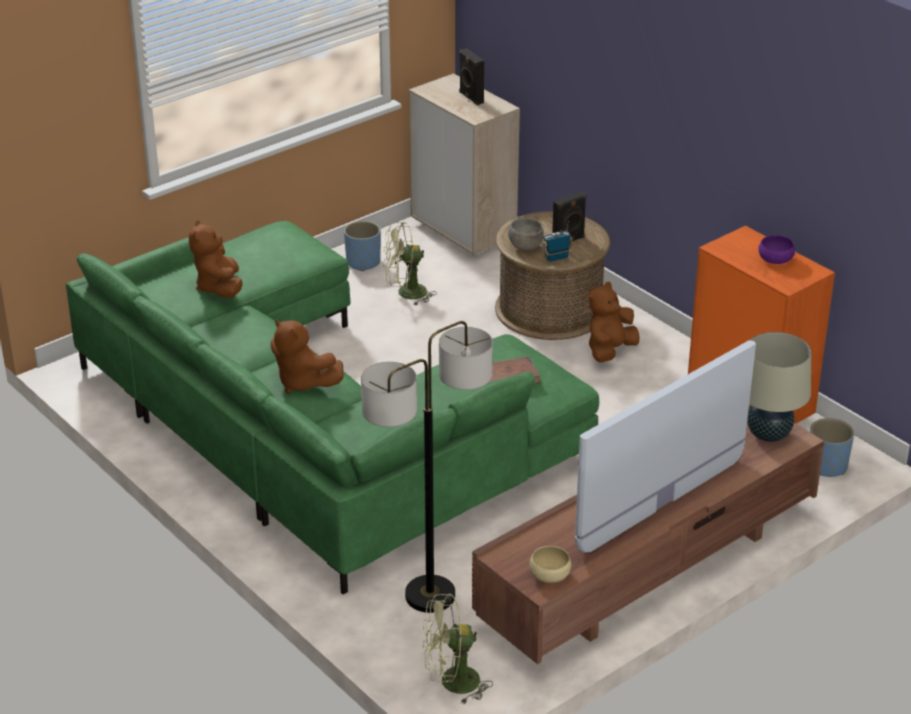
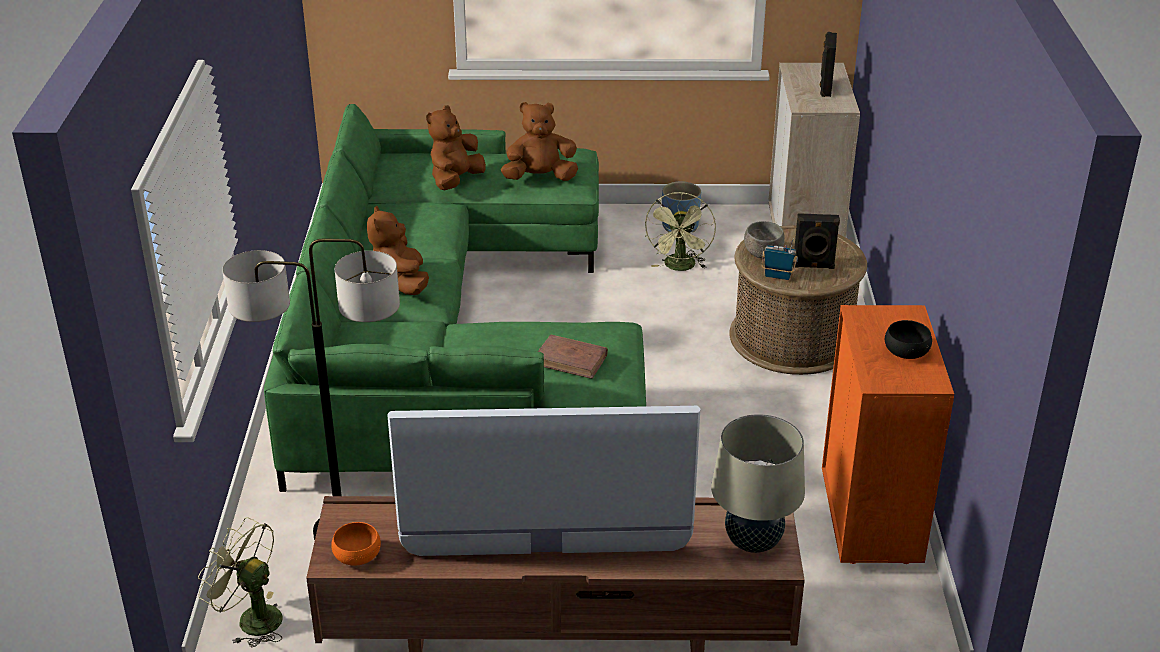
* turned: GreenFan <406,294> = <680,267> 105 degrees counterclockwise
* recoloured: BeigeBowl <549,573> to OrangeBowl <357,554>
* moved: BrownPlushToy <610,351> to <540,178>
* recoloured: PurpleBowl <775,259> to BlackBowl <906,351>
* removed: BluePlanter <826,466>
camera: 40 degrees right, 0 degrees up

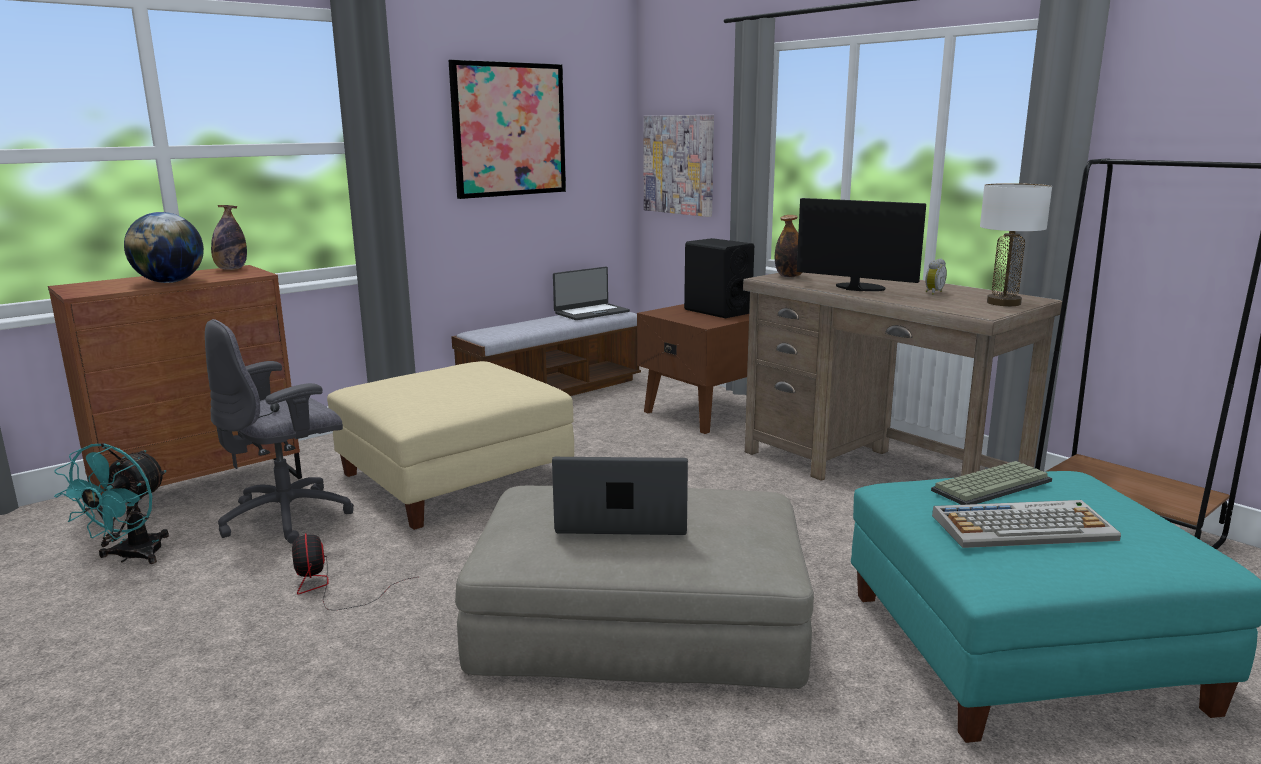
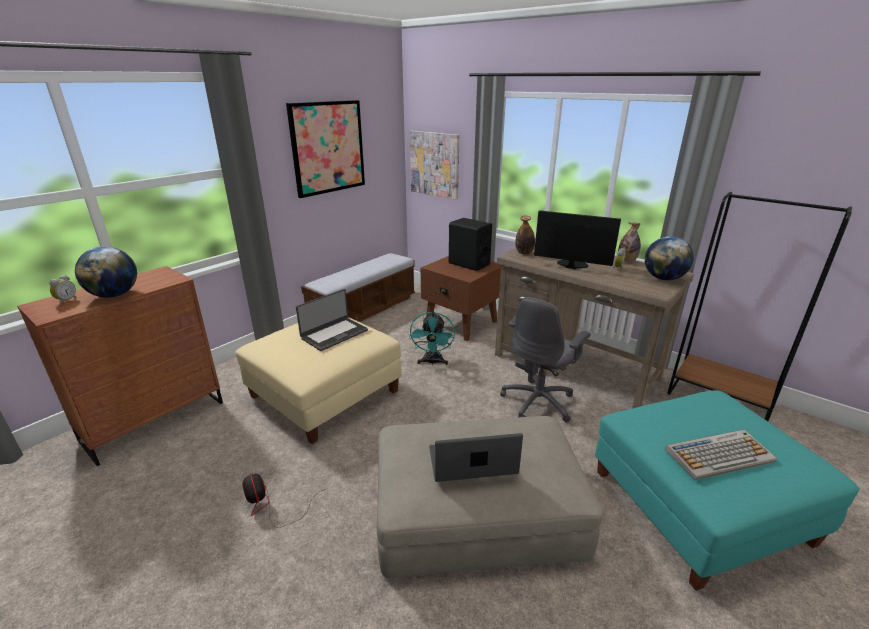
* moved: TurquoiseFan <131,557> to <432,362>
* moved: GreyOfficeChair <289,517> to <538,402>
* moved: Bottle <231,269> to <626,261>
* moved: Laptop <591,312> to <334,334>
* removed: Keyboard <991,485>
* replaced: TableLamp <1004,303> to Globe <663,278>
* added: AlarmClock <66,301>
camera: 10 degrees left, 10 degrees up

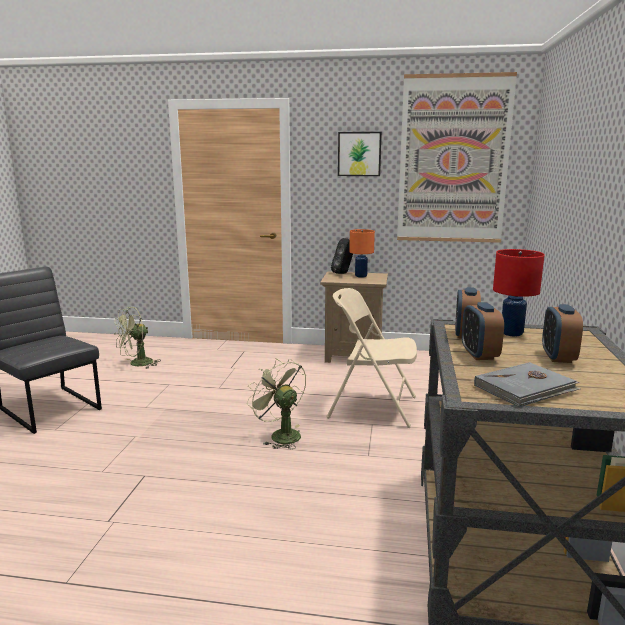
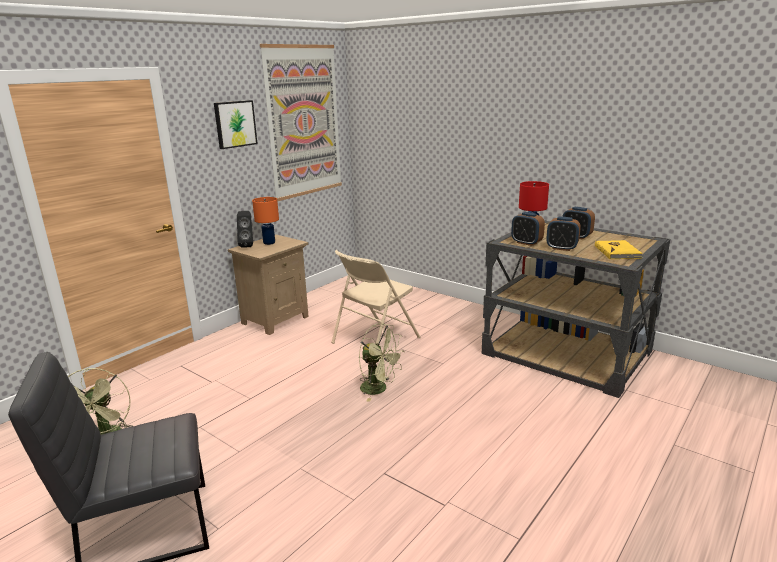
* turned: GreenFan <280,435> = <379,389> 135 degrees counterclockwise
* recoloured: GreyBook <526,388> to YellowBook <618,252>
camera: 60 degrees left, 5 degrees up

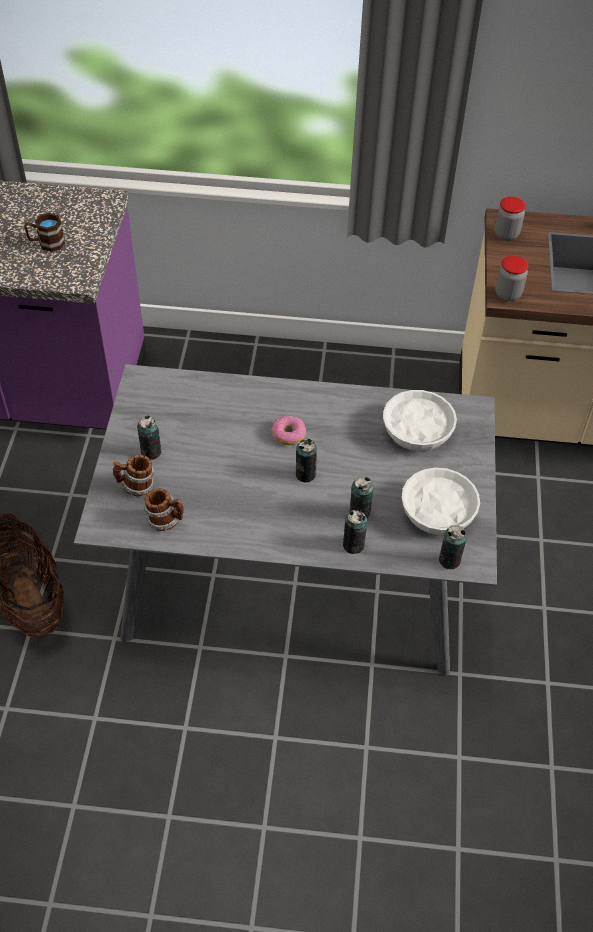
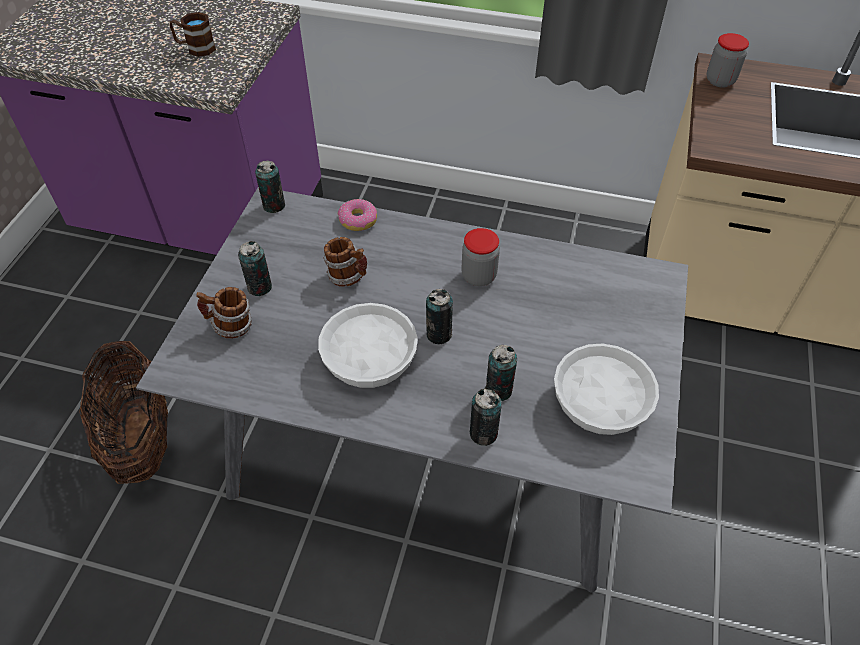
* moved: Mug <166,521> to <348,277>
* moved: Donut <288,435> to <358,220>
* moved: WhiteBowl <417,432> to <369,360>
* moved: Can <449,560> to <274,205>
* moved: Jar <508,294> to <478,276>
camera: 10 degrees right, 0 degrees up

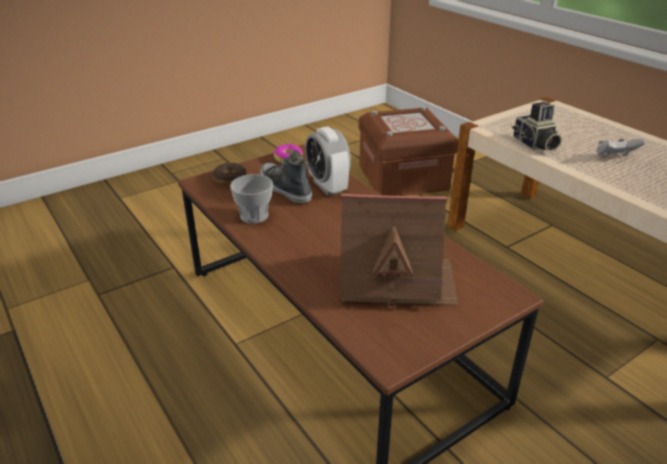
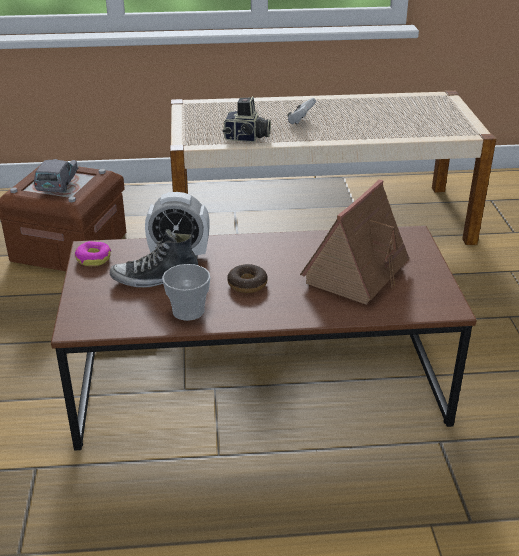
* moved: Donut <230,179> to <247,284>
* added: GreyToyCar <58,185>
camera: 60 degrees left, 0 degrees up

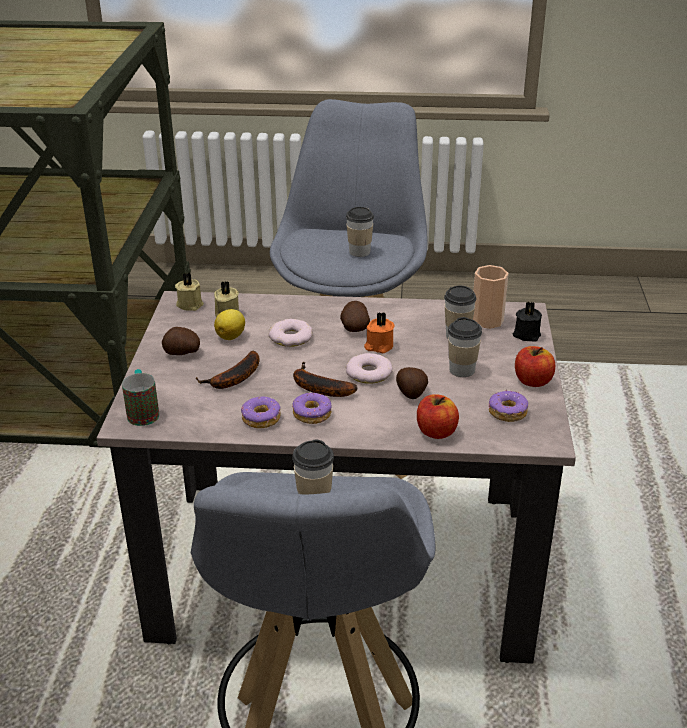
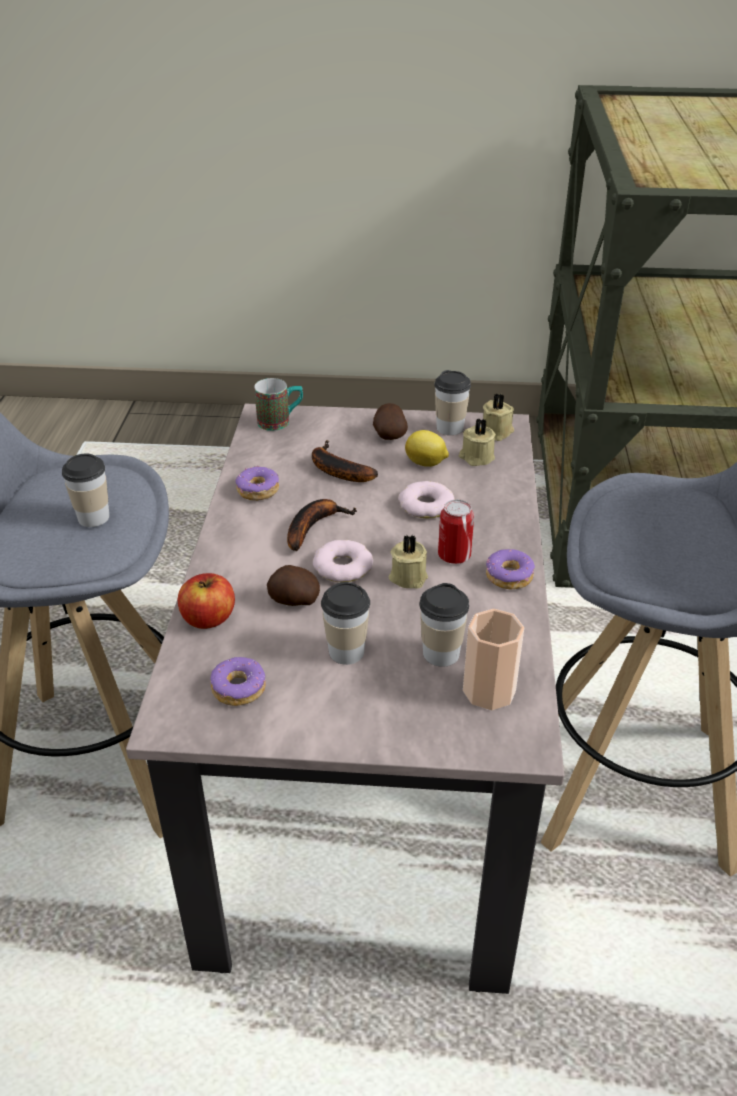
* moved: Donut <312,414> to <509,576>
* replaced: Potato <354,328> to Can <454,556>
* moved: Cup <359,252> to <450,428>
* recoloured: OrangeCandle <378,346> to BeigeCandle <408,576>
* removed: BlackCandle <526,334>
* removed: Apple <532,381>
camera: 90 degrees right, 5 degrees up

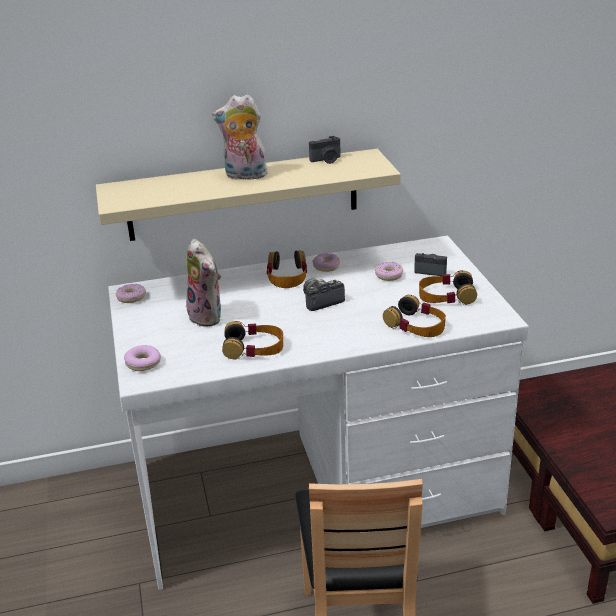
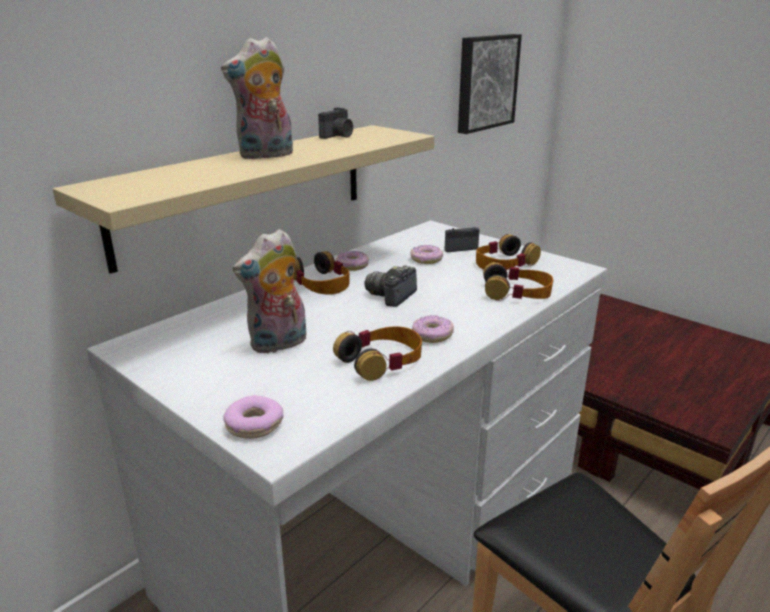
* moved: Donut <131,297> to <432,335>
* turned: PlushToy <208,316> = <278,344> 120 degrees clockwise
* added: Picture <485,82>
camera: 35 degrees left, 5 degrees down

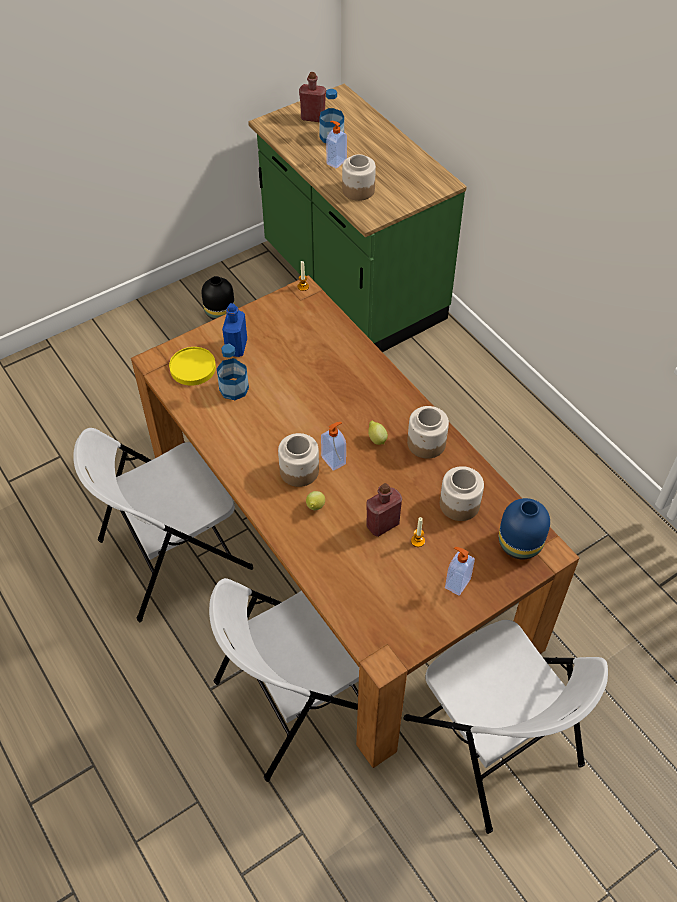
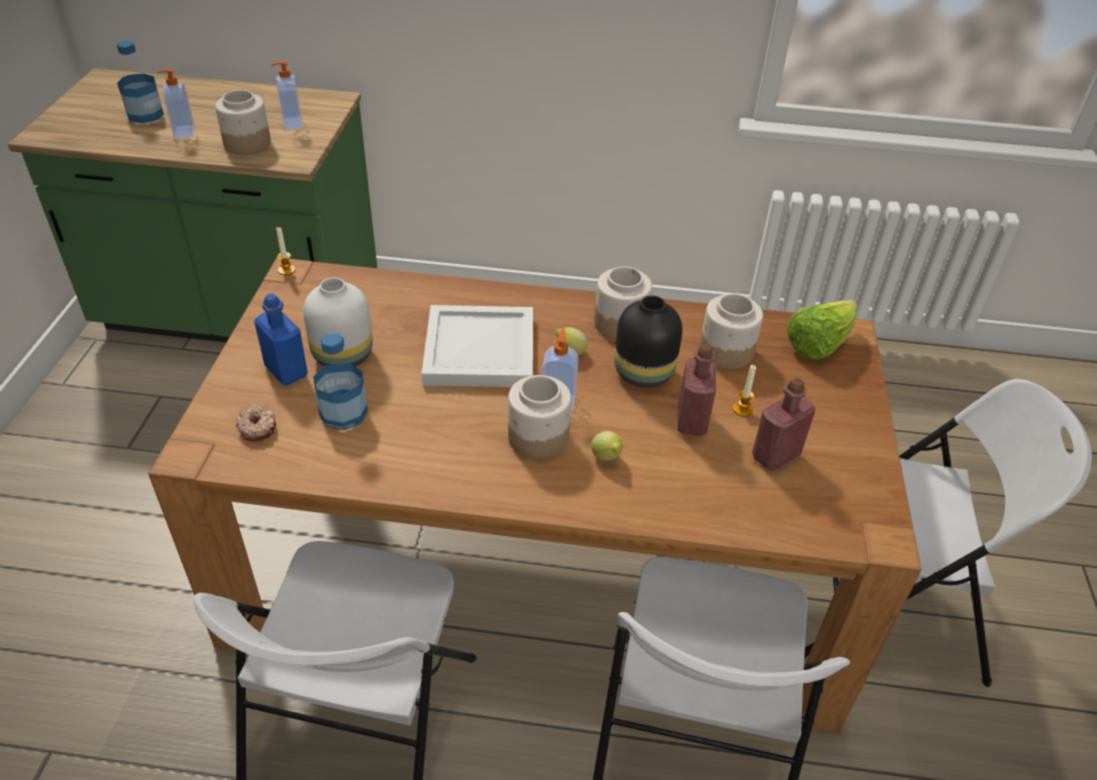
* replaced: YellowPlate <193,368> to Donut <258,427>
* moved: BlackVase <220,313> to <645,373>
* moved: RedBottle <313,118> to <775,455>
* moved: SoapDispenser <456,583> to <291,124>
* replaced: BlueVase <518,543> to Lettuce <818,344>
* added: WhiteVase <341,356>
* added: WhiteTray <481,349>
camera: 50 degrees left, 10 degrees down

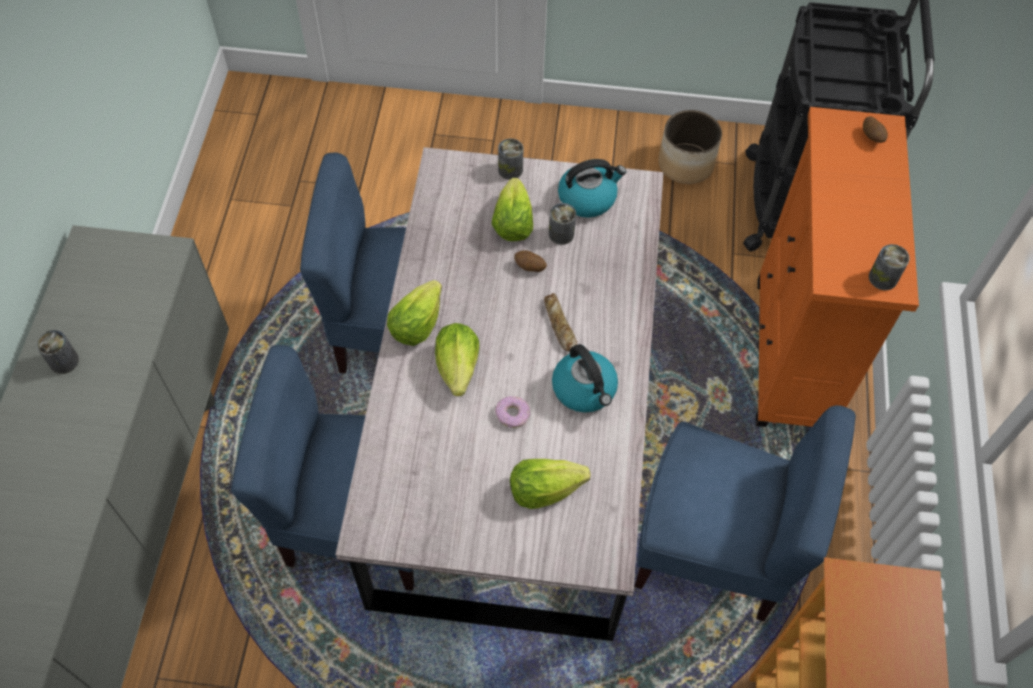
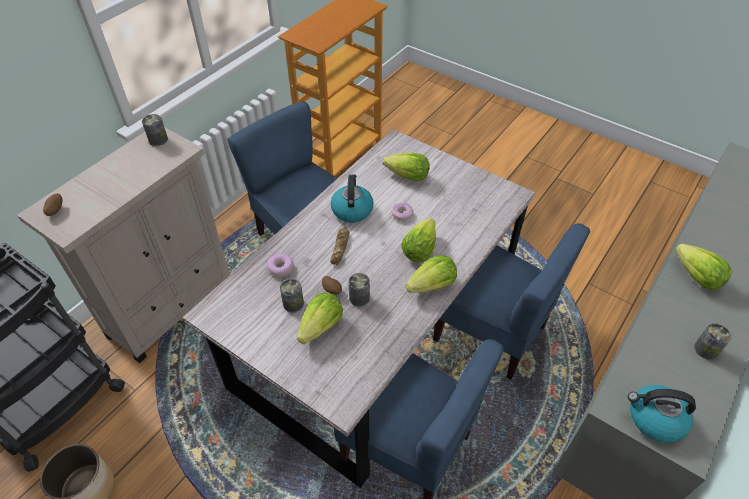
* moved: Can <510,170> to <359,298>
* moved: Kettle <588,198> to <654,419>
* recoloured: OrangeCabinet <794,356> to BeigeCabinet <171,305>
* added: Donut <281,268>
* added: Lettuce <696,277>
camera: 150 degrees left, 10 degrees down

